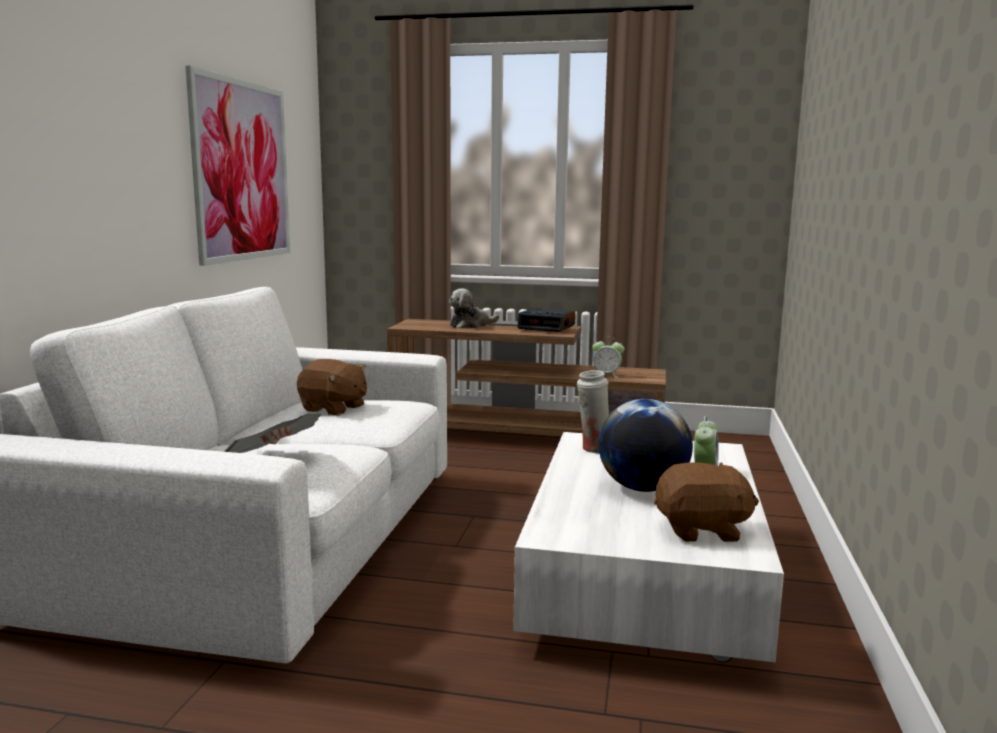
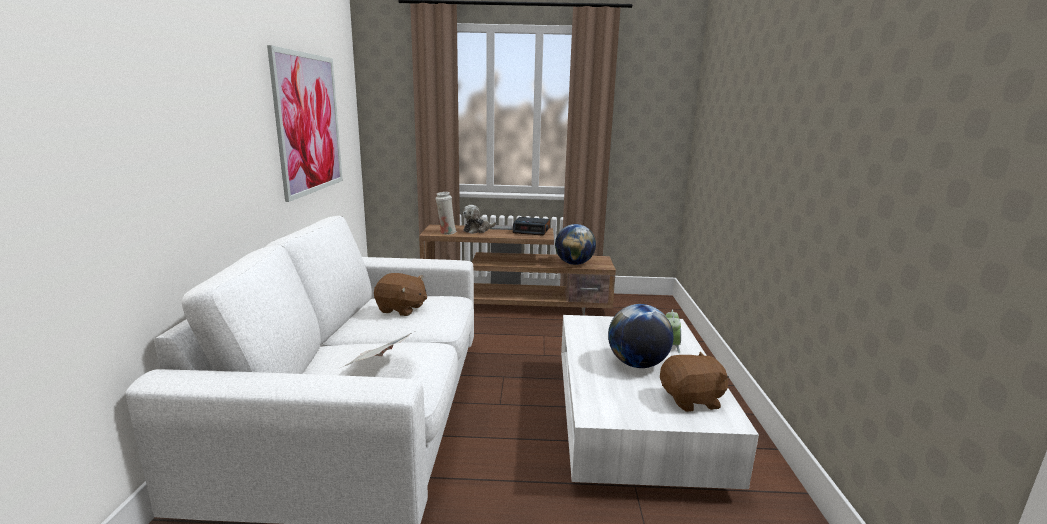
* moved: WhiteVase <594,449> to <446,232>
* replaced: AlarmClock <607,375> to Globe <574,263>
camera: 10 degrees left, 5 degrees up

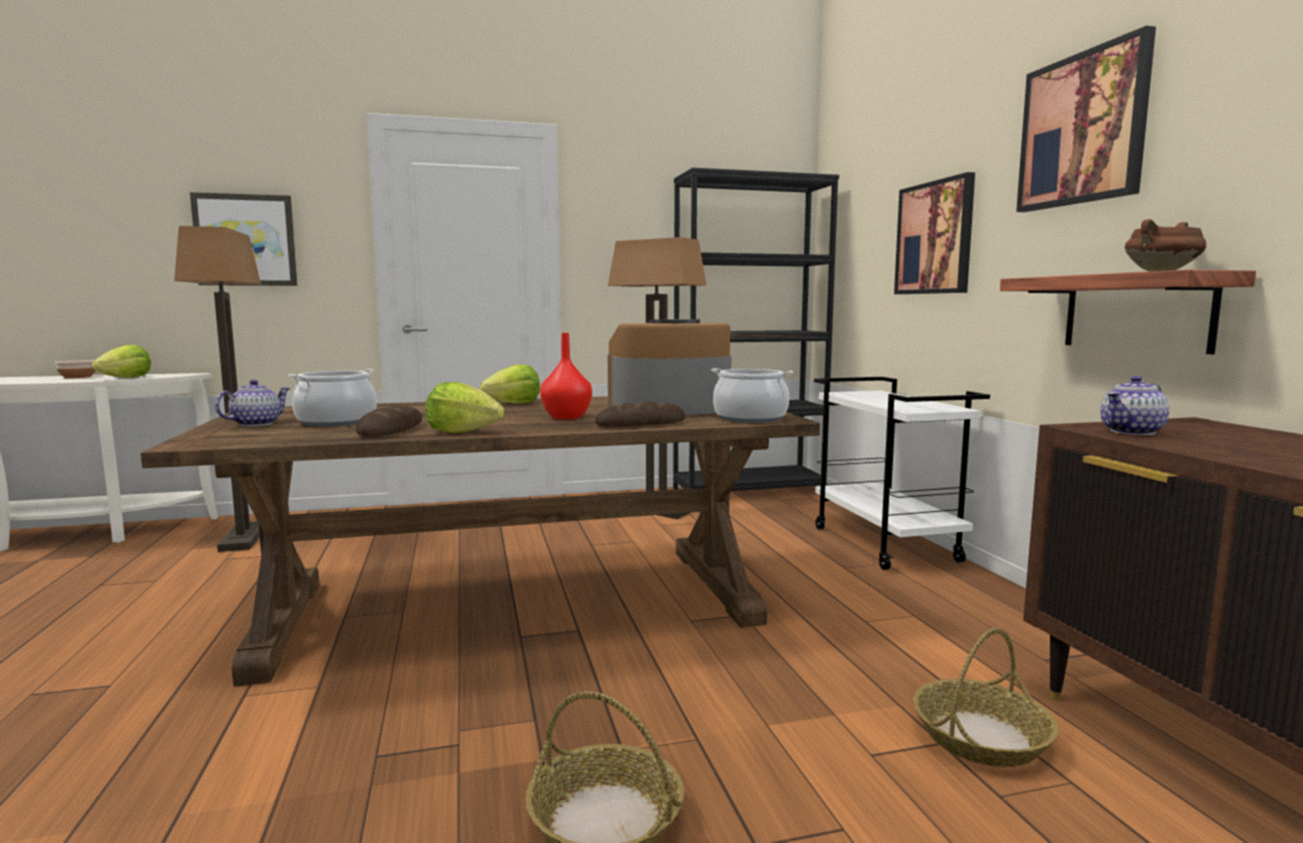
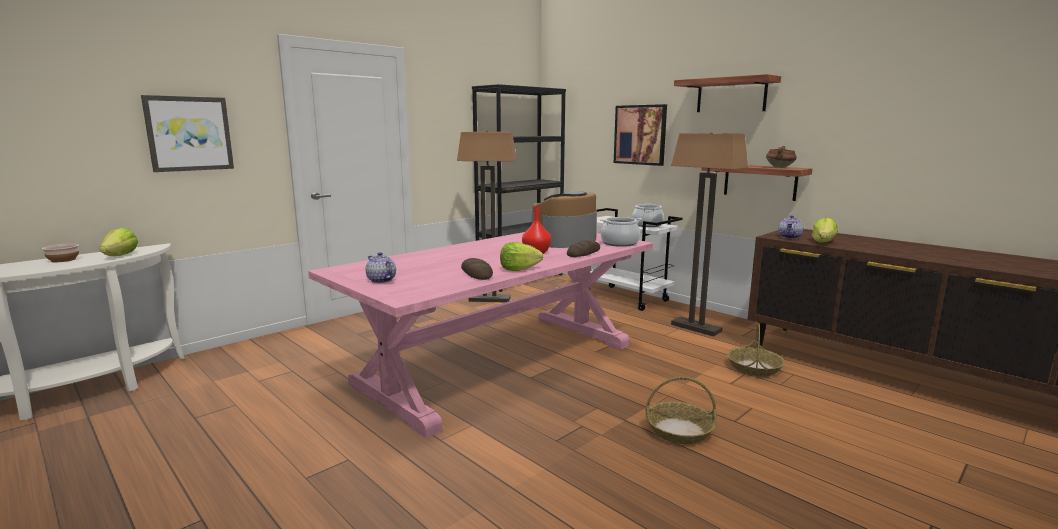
* recoloured: BrownDiningTable <513,605> to PinkDiningTable <500,364>
* moved: FloorLamp <243,539> to <695,328>
* turned: Teapot <256,424> = <381,280> 45 degrees counterclockwise
* moved: CookingPot <336,421> to <647,225>
* moved: Lettuce <514,404> to <823,242>
* replaced: Picture <1083,129> to Shelf <731,95>
camera: 30 degrees left, 5 degrees up

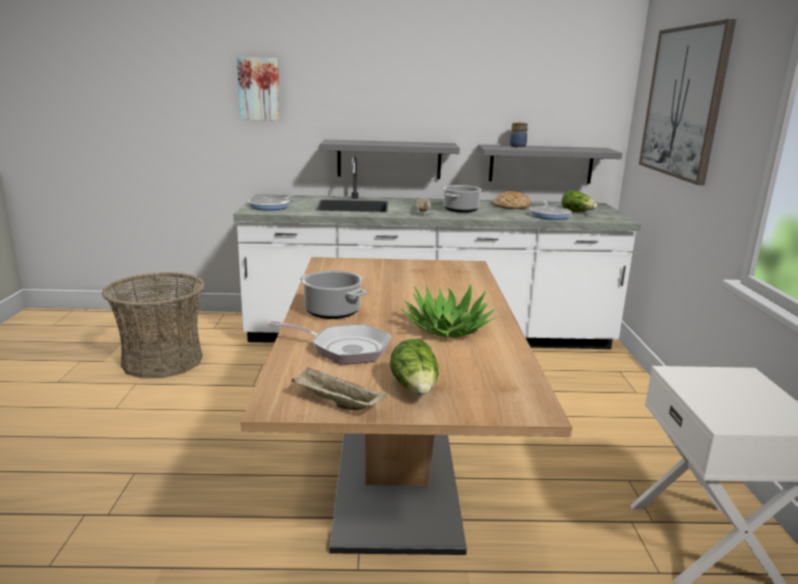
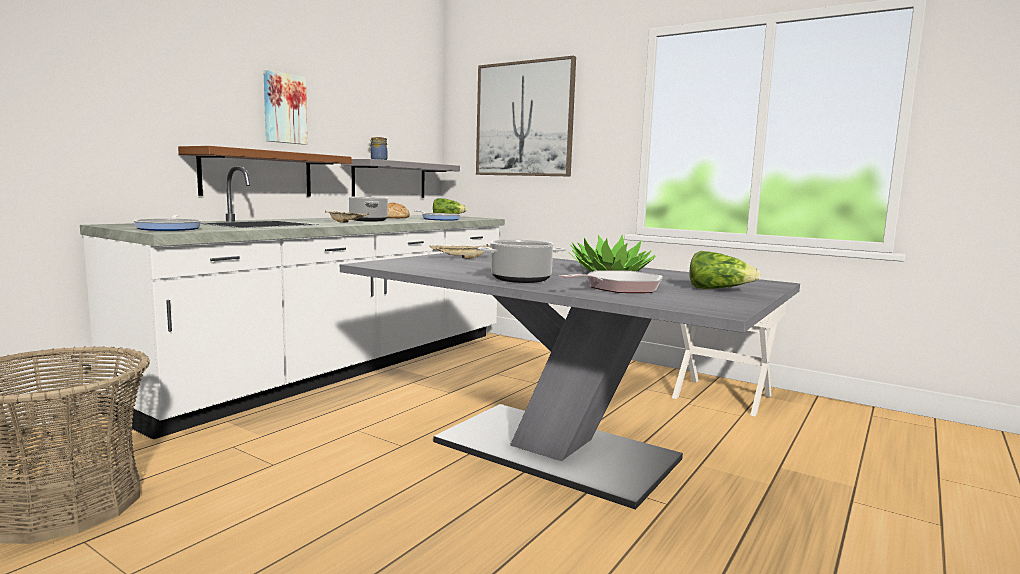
* moved: Picture <259,89> to <284,108>
* recoloured: BrownDiningTable <396,477> to GreyDiningTable <555,450>
* moved: BeigeTray <336,403> to <460,258>
* recoloured: GreyShelf <389,159> to BrownShelf <257,174>
camera: 55 degrees left, 10 degrees down

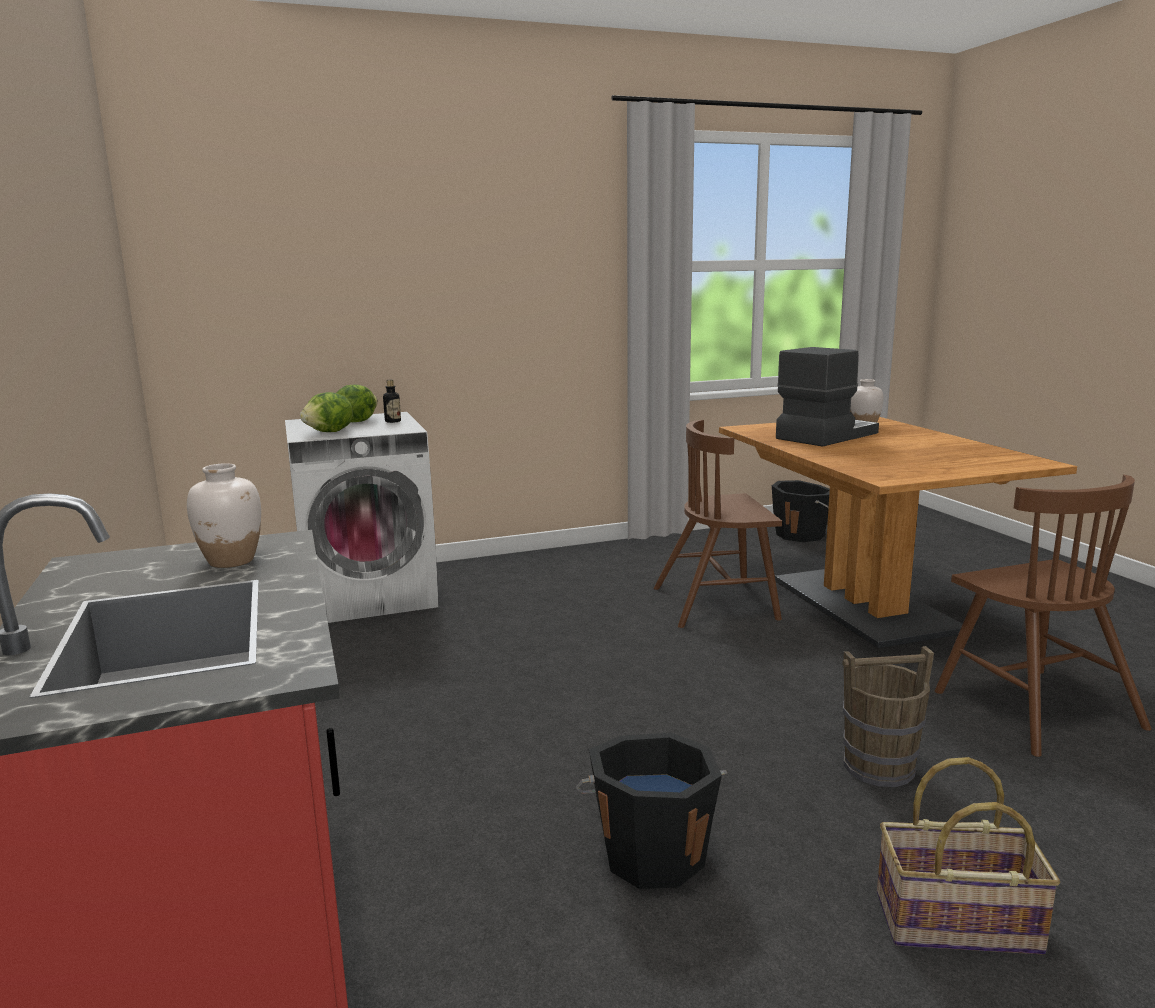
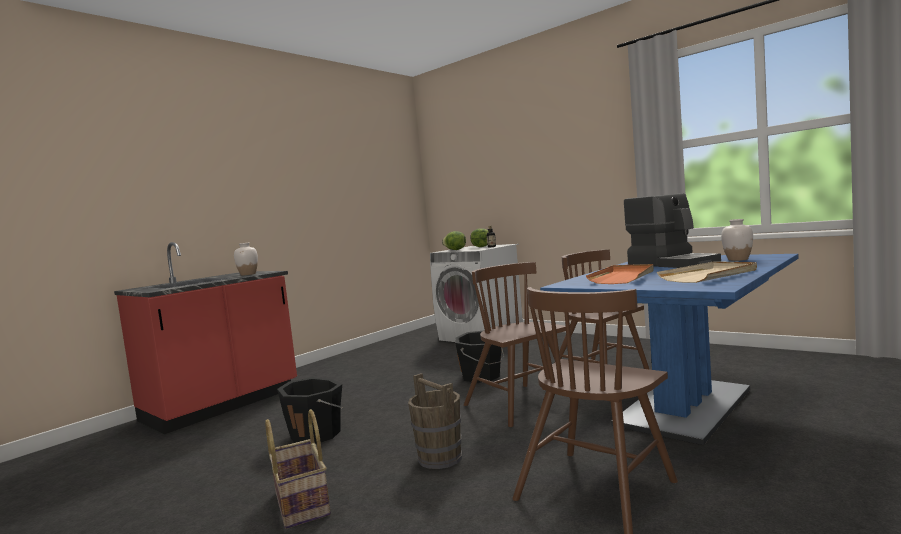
* recoloured: BrownDiningTable <863,605> to BlueDiningTable <684,407>
* moved: BlackBucket <801,534> to <482,376>
* turned: CoffeeMachine <825,436> = <672,263> 45 degrees clockwise
* added: BrownChair <522,405>
* added: OrangeTray <623,277>
* added: BeigeTray <709,275>
camera: 60 degrees right, 10 degrees down

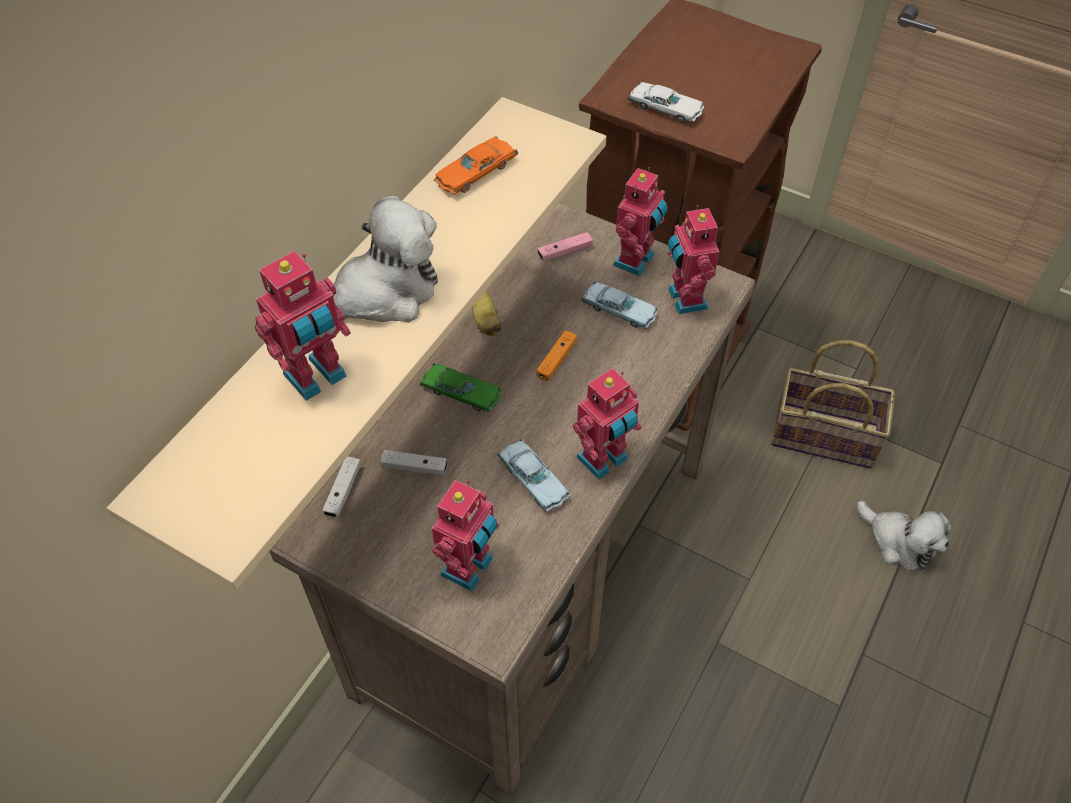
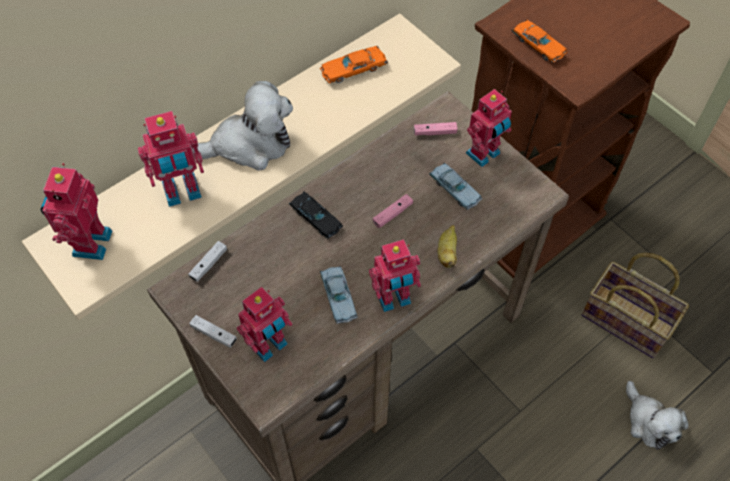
* moved: WhiteGameController <414,467> to <214,334>
* recoloured: GreenToyCar <461,392> to BlackToyCar <315,218>
* moved: Banana <486,322> to <447,253>
* recoloured: OrangeGameController <556,360> to PinkGameController <392,214>
* recoloured: WhiteToyCar <665,108> to OrangeToyCar <538,45>
* moved: ToyRobot <684,299> to <89,243>
camera: 20 degrees right, 5 degrees up

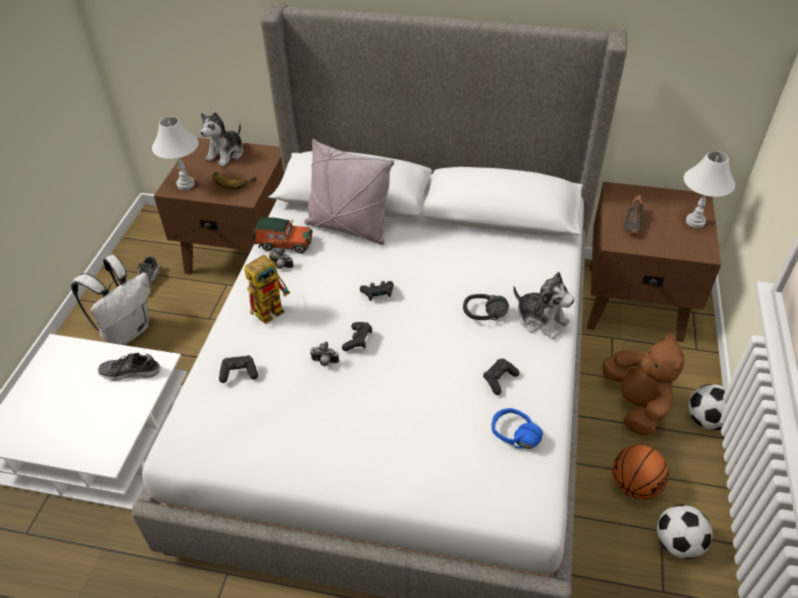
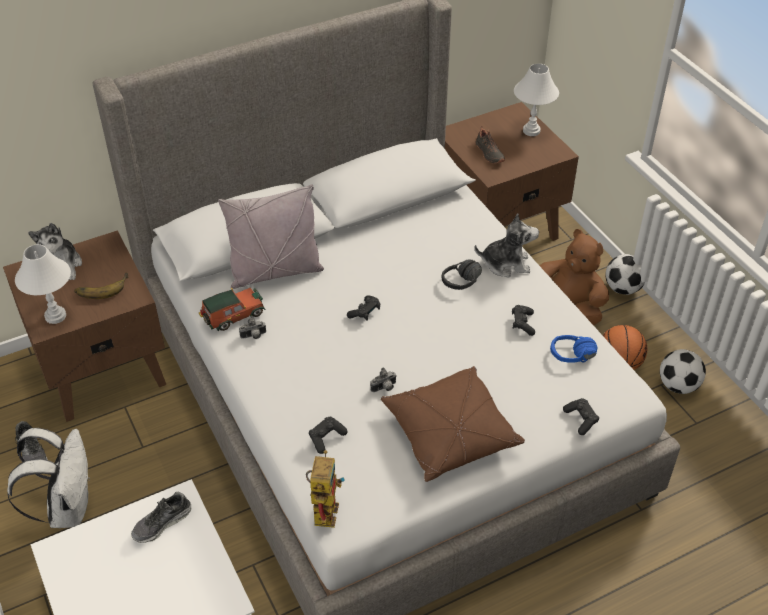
* moved: ToyRobot <273,308> to <324,507>
* moved: BlackGameController <358,340> to <581,420>
* added: BrownPillow <449,433>
camera: 40 degrees left, 0 degrees up

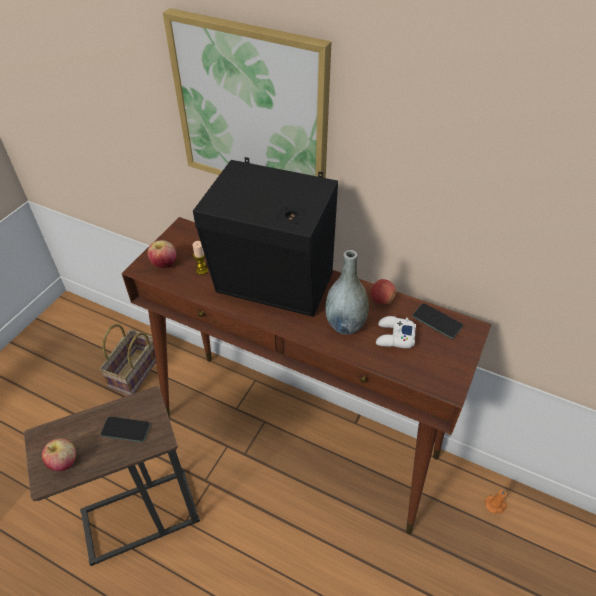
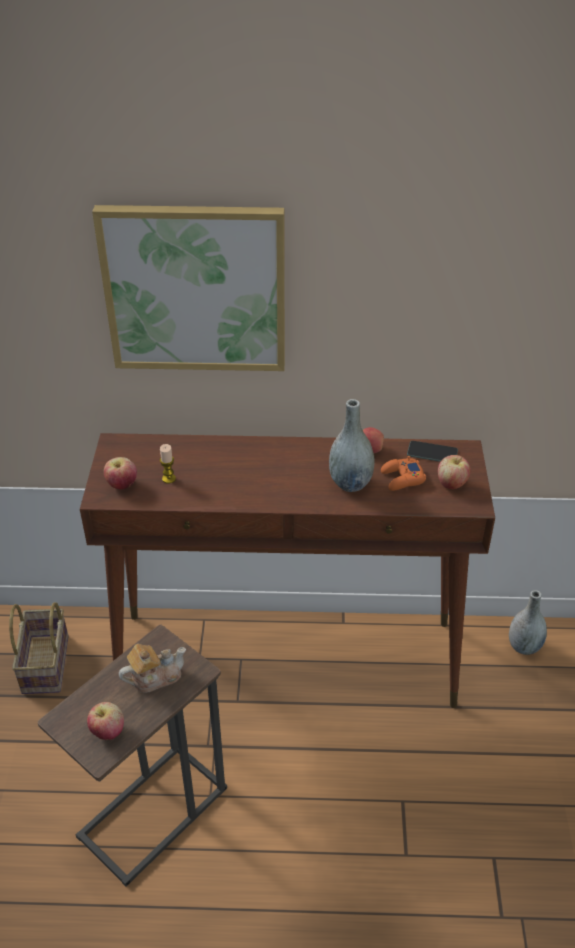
* replaced: Phone <125,429> to Teapot <154,677>
* removed: BlackSpeaker <274,287>
* recoloured: WhiteGameController <394,336> to OrangeGameController <402,478>
* replaced: OrangeCandle <496,505> to GreyVase <523,646>
* added: Apple <451,484>
camera: 25 degrees left, 5 degrees down

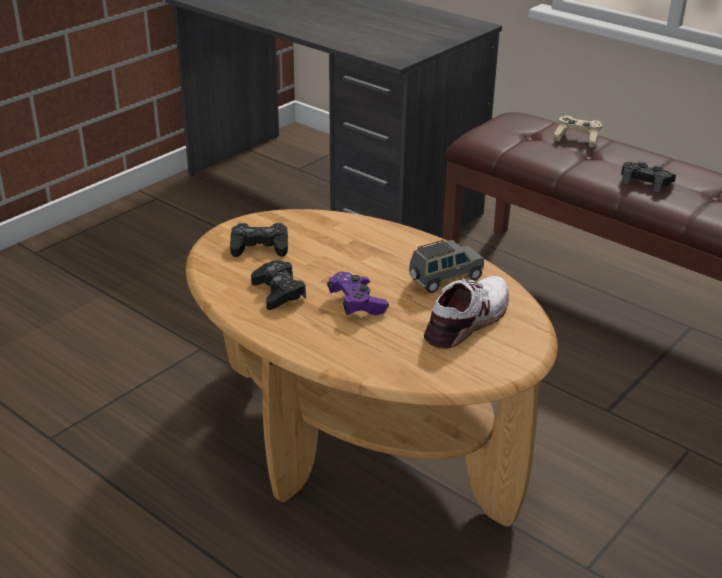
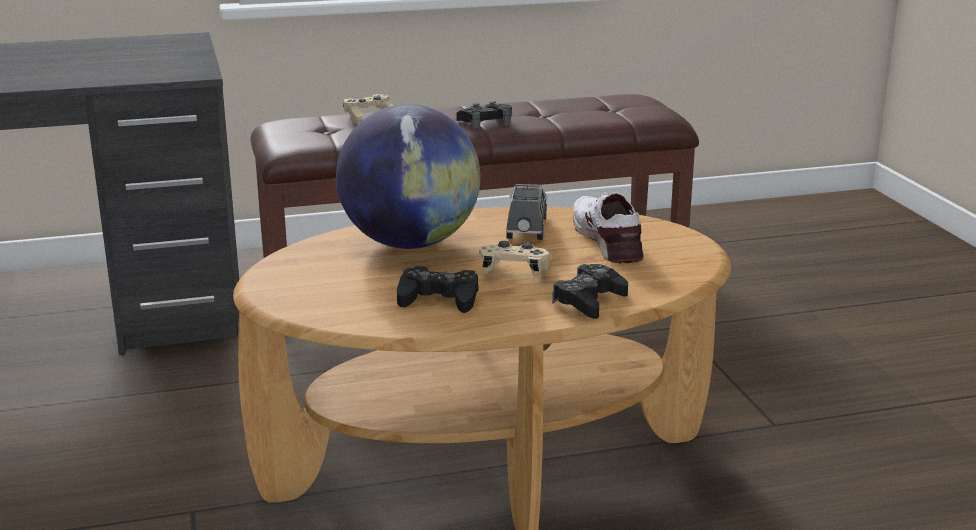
* moved: BlackGameController <260,247> to <589,300>
* recoloured: PurpleGameController <357,303> to BeigeGameController <514,272>
* added: Globe <410,243>
camera: 55 degrees left, 10 degrees down

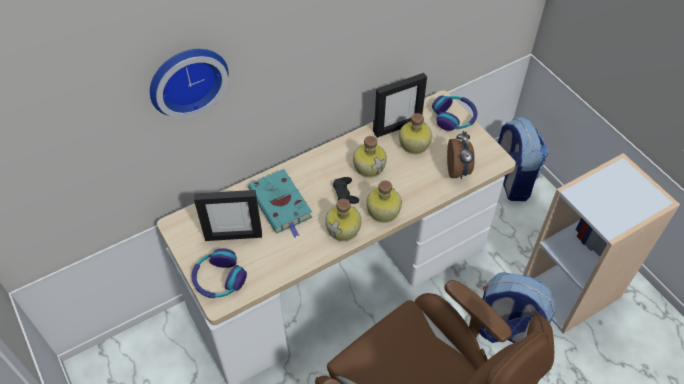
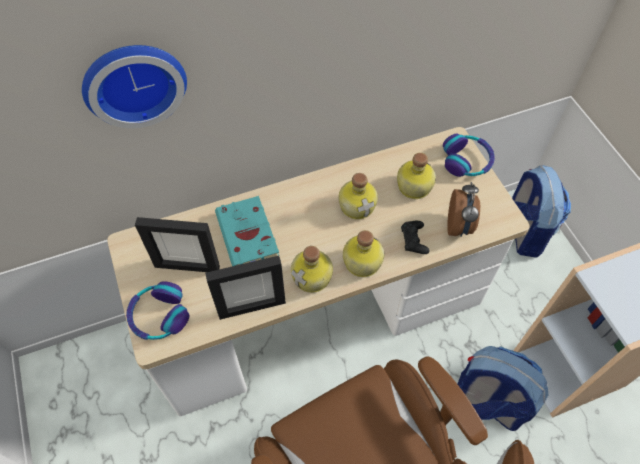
* moved: BlackGameController <345,193> to <414,240>
* moved: PictureFrame <397,126> to <251,306>
camera: 10 degrees right, 5 degrees up

